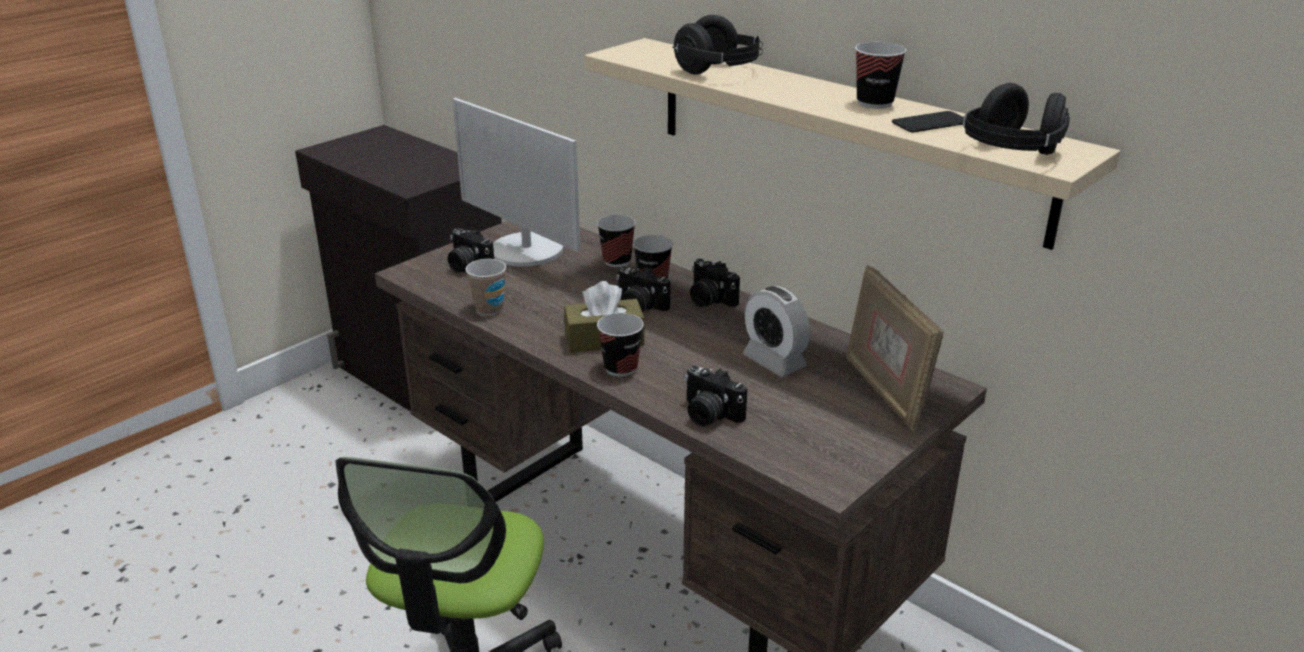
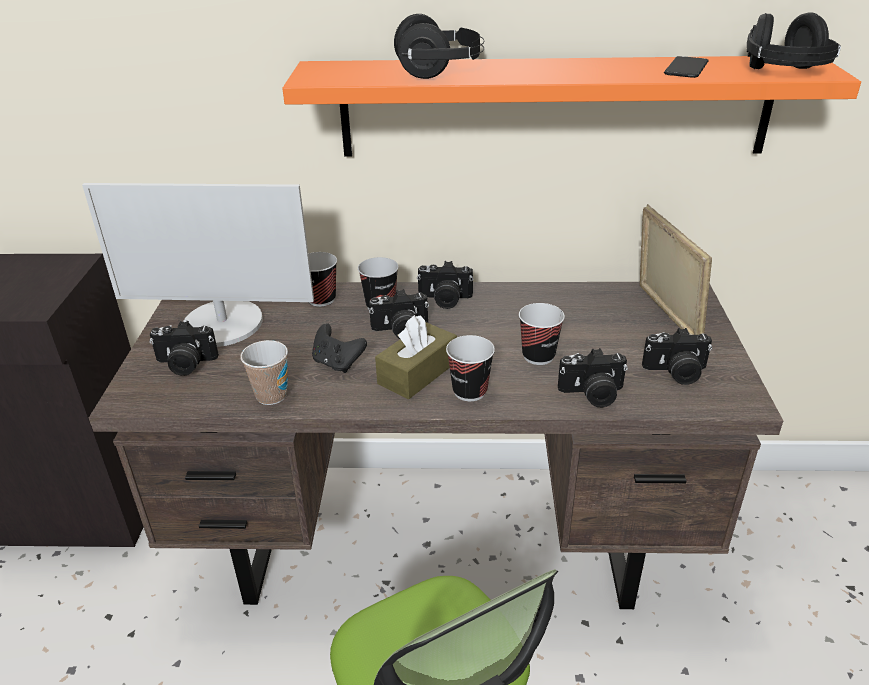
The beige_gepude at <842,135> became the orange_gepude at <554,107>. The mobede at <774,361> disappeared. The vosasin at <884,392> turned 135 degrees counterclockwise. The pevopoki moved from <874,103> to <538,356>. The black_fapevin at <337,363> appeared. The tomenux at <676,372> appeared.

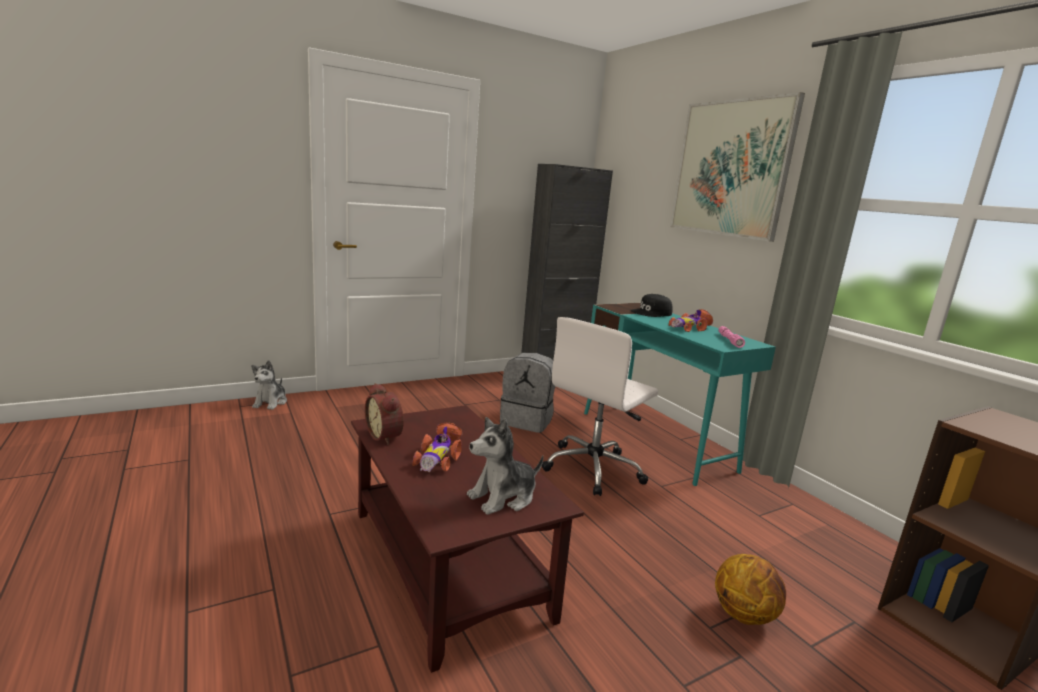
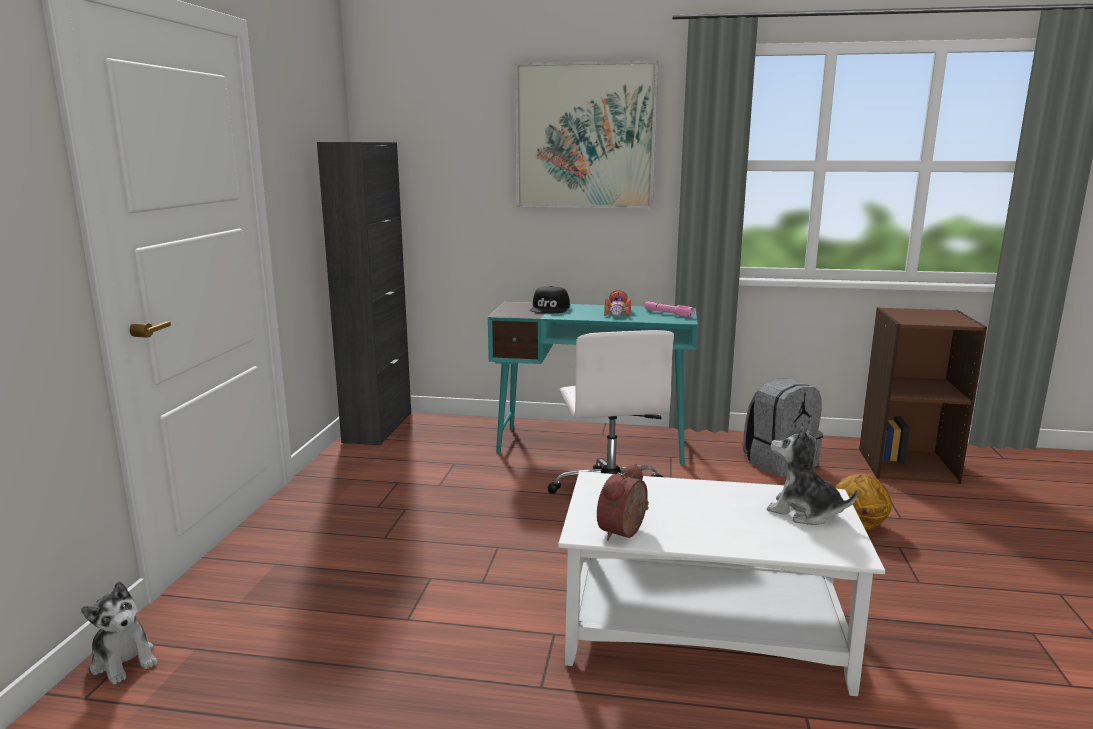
The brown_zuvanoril at <449,564> became the white_zuvanoril at <706,633>. The mobede at <386,436> turned 120 degrees clockwise. The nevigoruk at <438,458> disappeared. The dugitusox at <503,497> turned 120 degrees clockwise. The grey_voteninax moved from <527,421> to <779,462>.

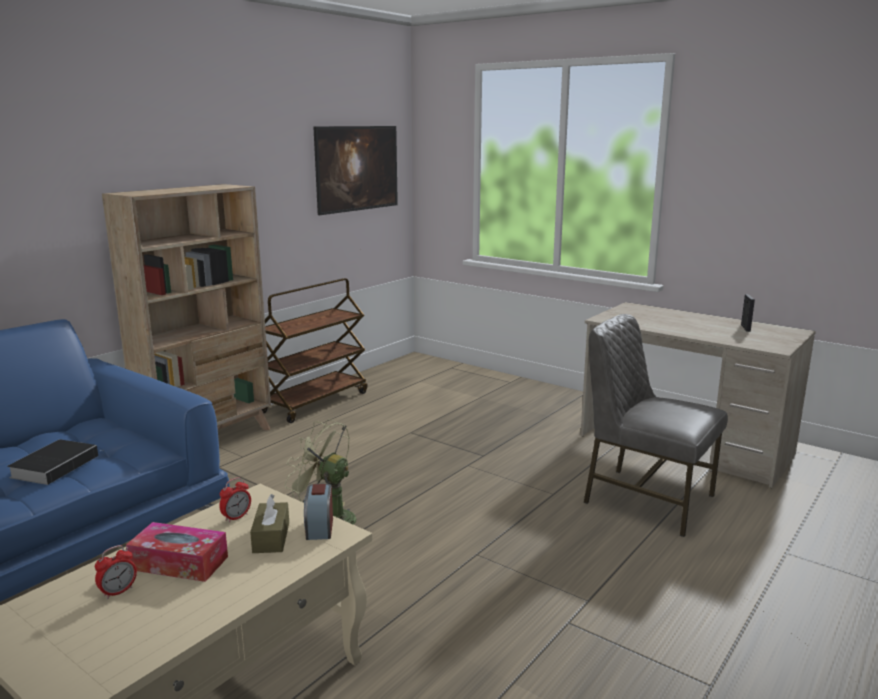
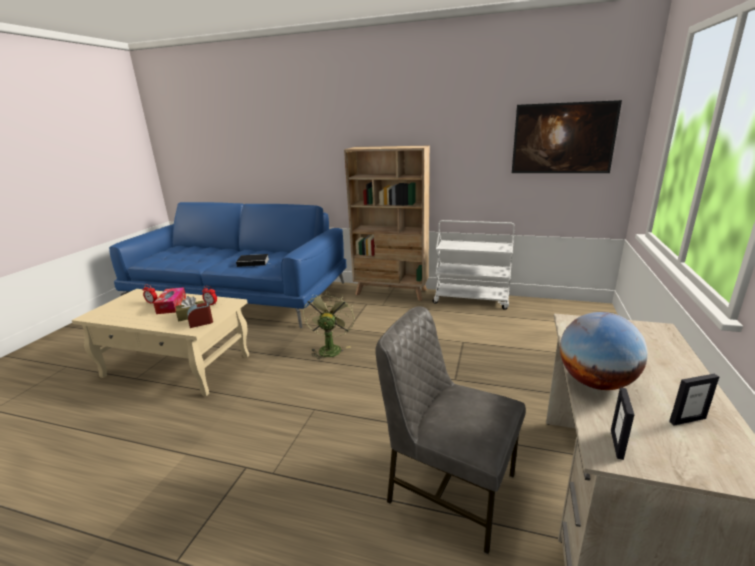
The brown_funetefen at <315,402> became the white_funetefen at <471,300>. The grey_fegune at <646,499> turned 75 degrees counterclockwise. The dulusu at <595,382> appeared. The vosasin at <617,444> appeared.

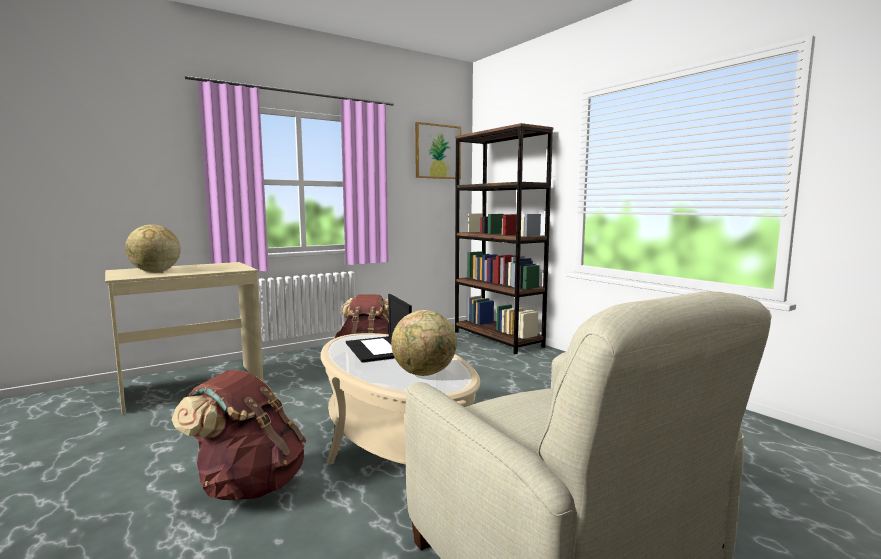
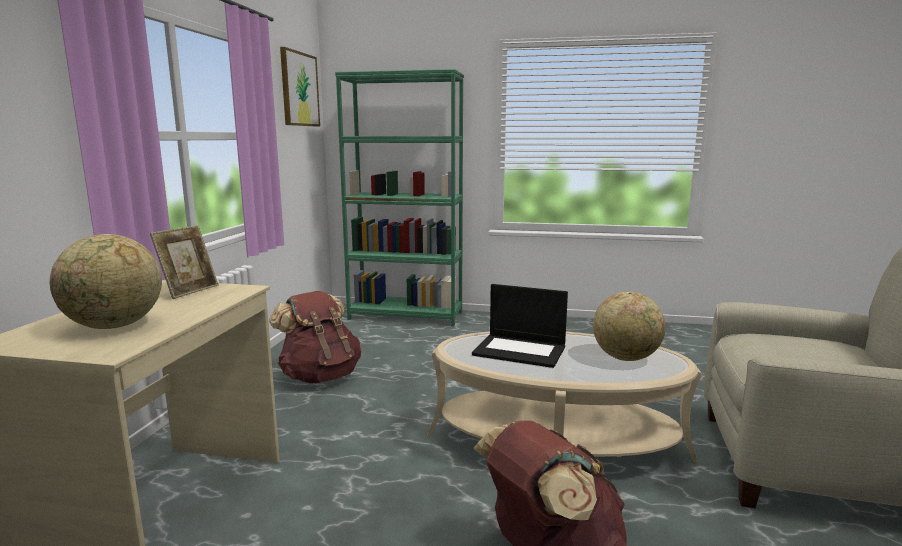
The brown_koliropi at <497,339> became the green_koliropi at <406,315>. The vosasin at <189,291> appeared.

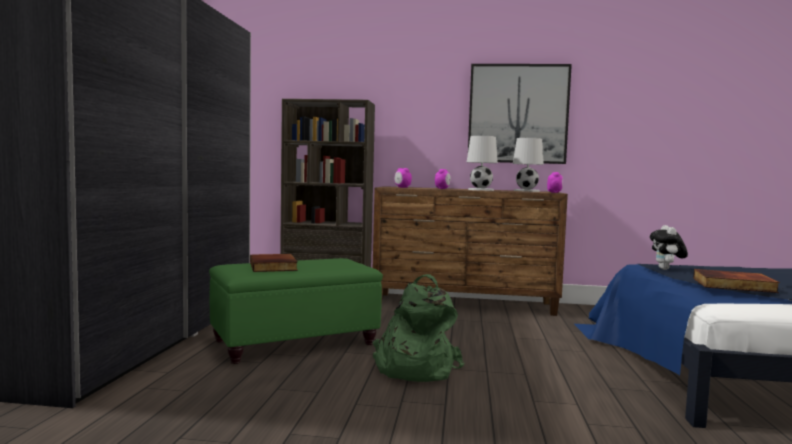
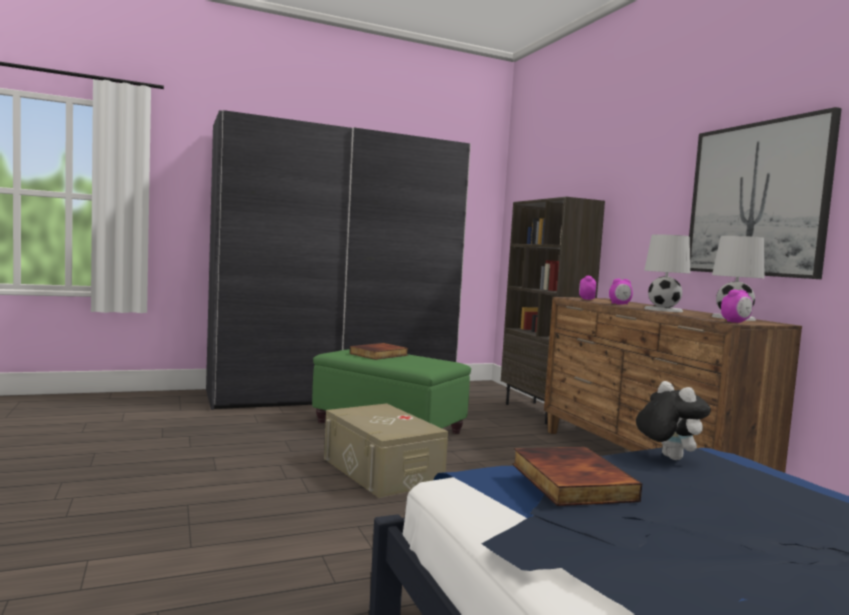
The green_voteninax at <413,368> was replaced by the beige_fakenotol at <382,471>. The dugitusox at <666,269> turned 90 degrees clockwise.

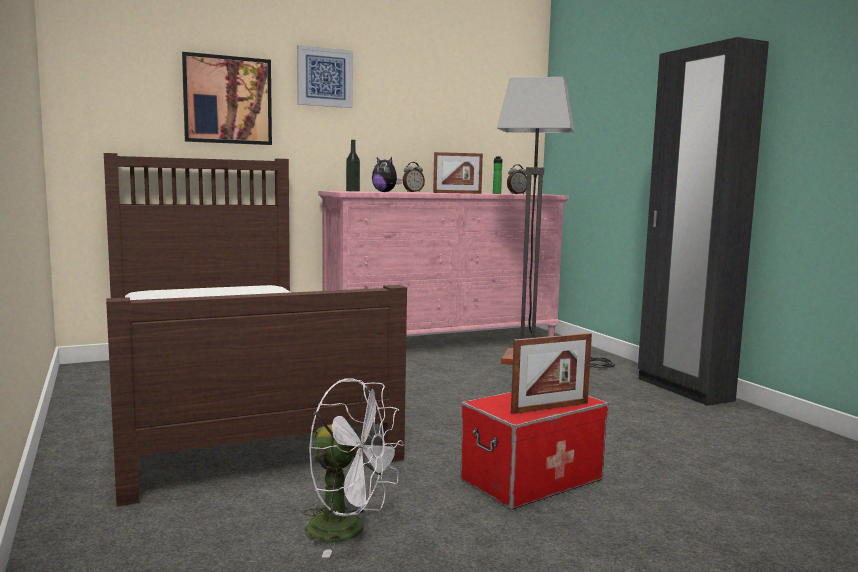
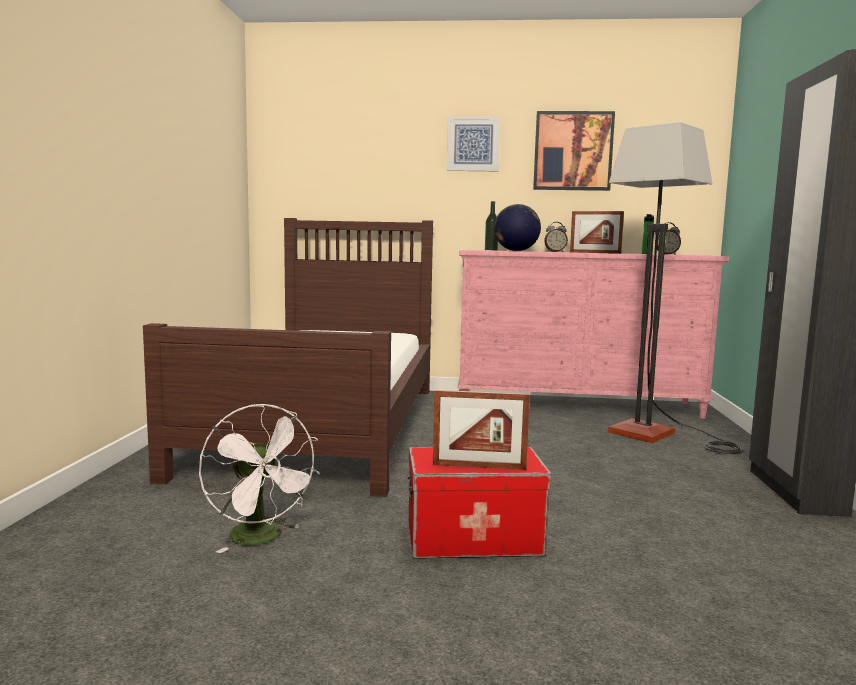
The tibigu moved from <227,100> to <573,151>. The dugitusox at <385,192> was replaced by the dulusu at <516,251>.

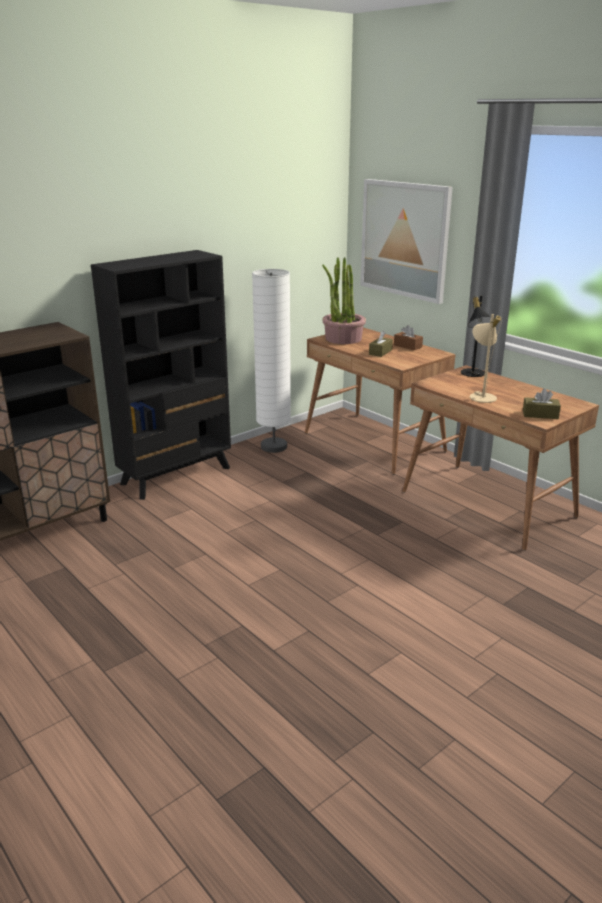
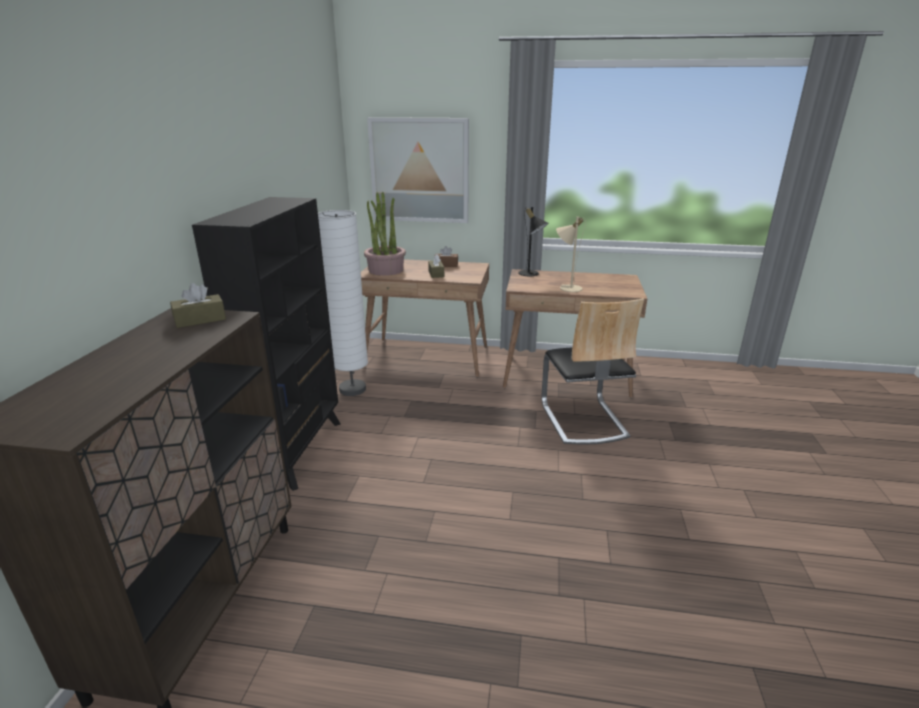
The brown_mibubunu moved from <540,414> to <200,320>. The fegune at <582,420> appeared.

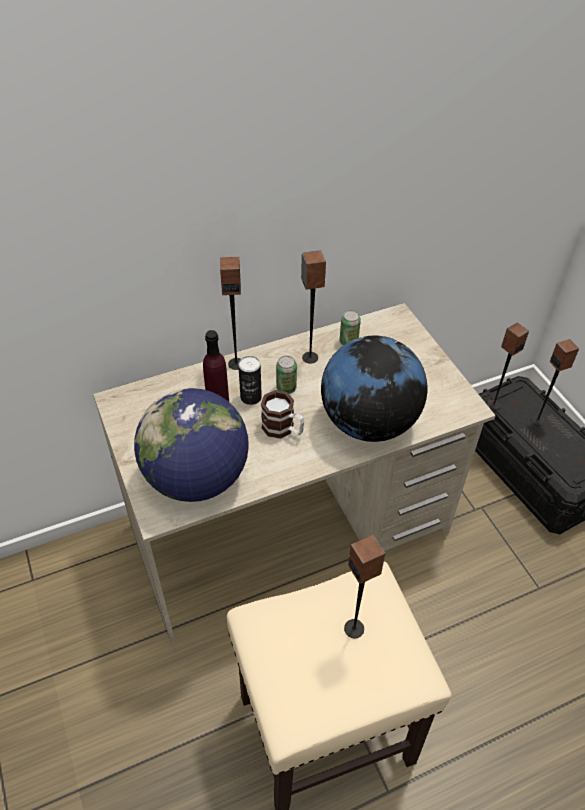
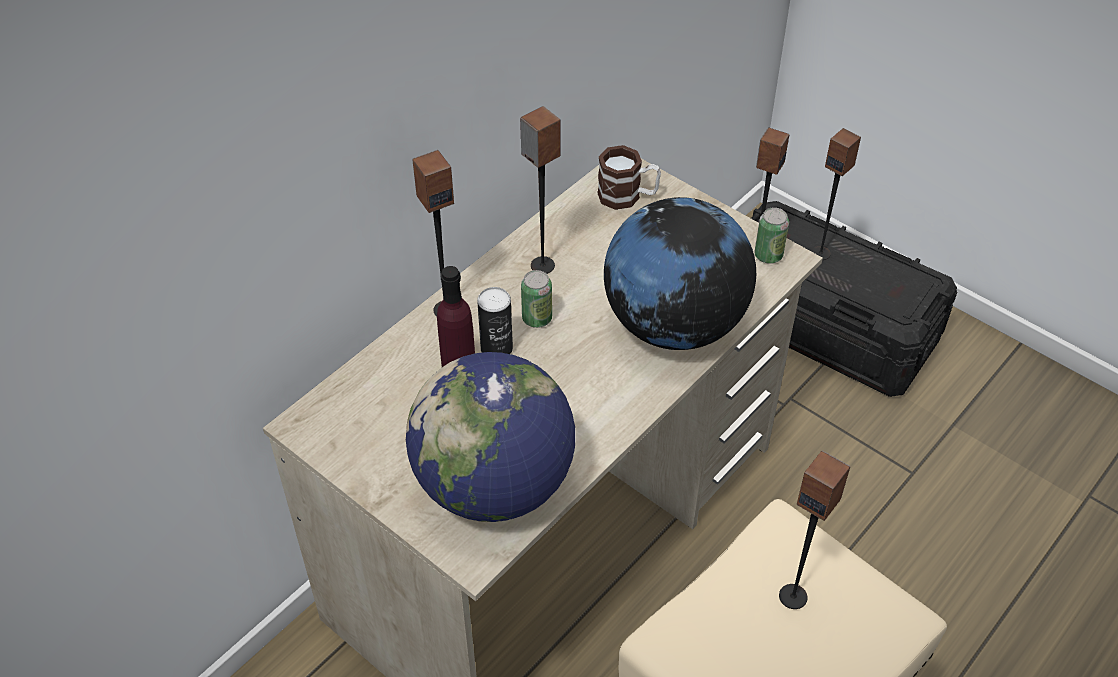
The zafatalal moved from <283,429> to <628,196>. The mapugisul moved from <348,342> to <768,255>.

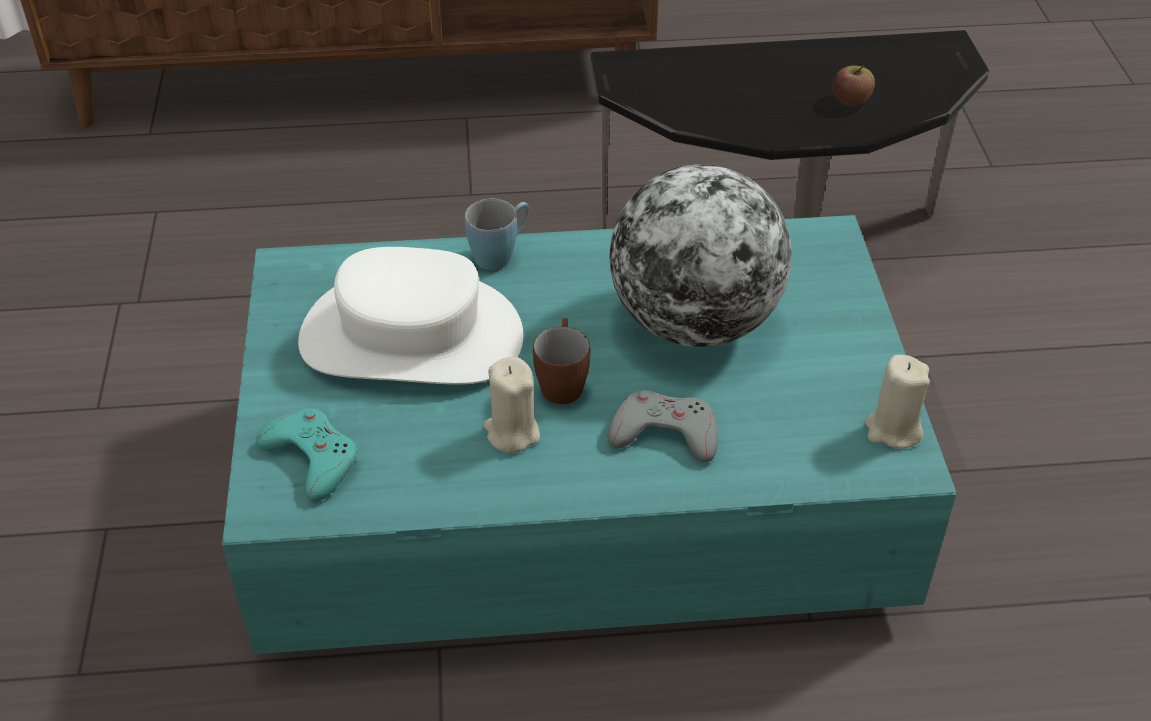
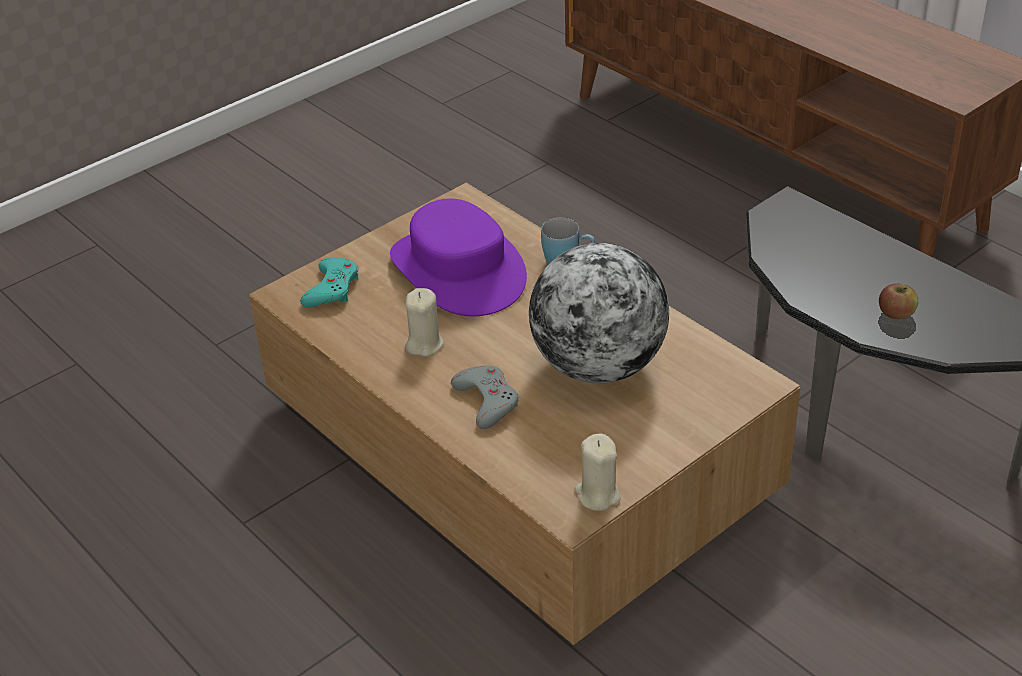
The turquoise_zuvanoril at <578,494> became the brown_zuvanoril at <517,450>. The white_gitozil at <412,337> became the purple_gitozil at <459,270>. The brown_zafatalal at <562,381> disappeared.

